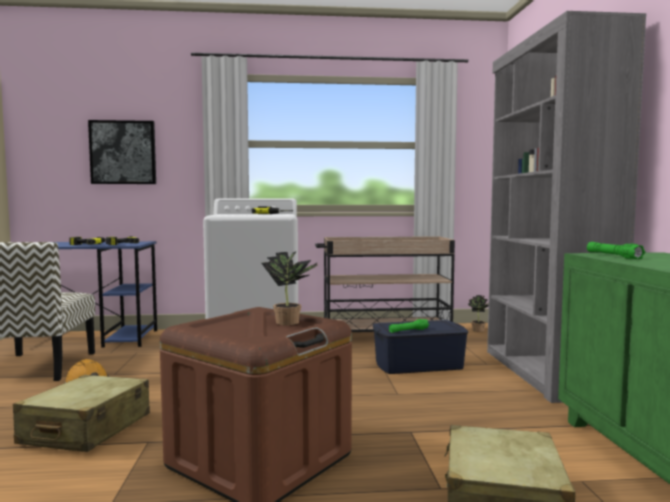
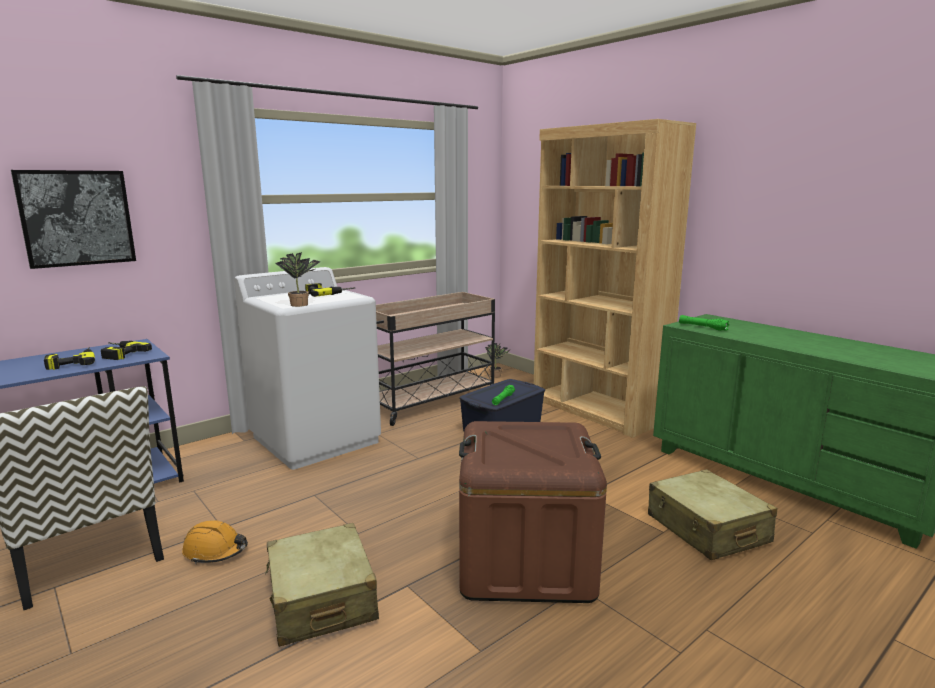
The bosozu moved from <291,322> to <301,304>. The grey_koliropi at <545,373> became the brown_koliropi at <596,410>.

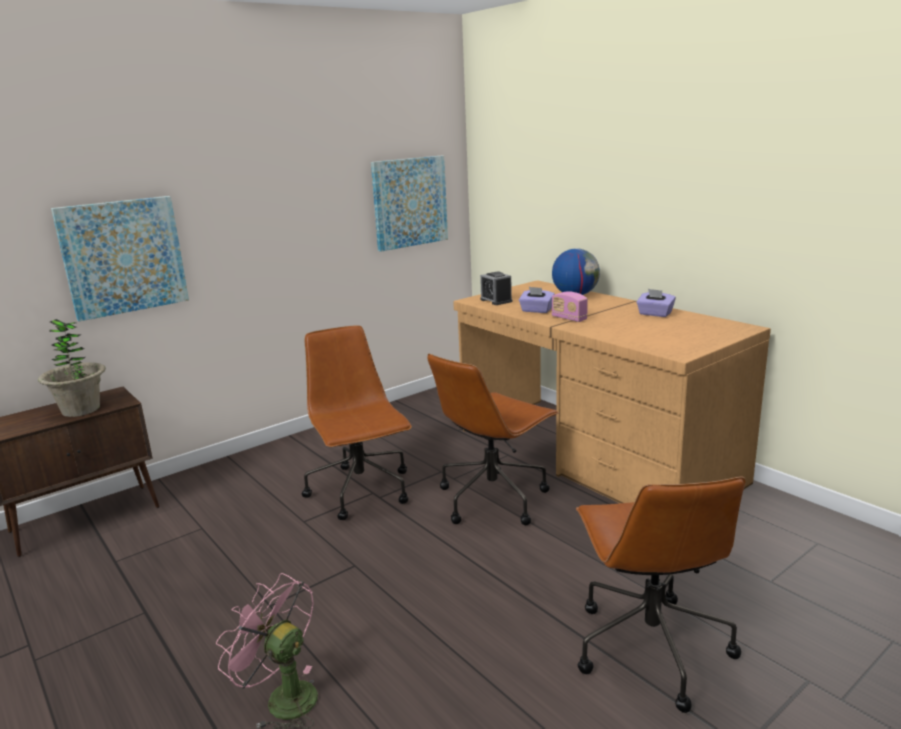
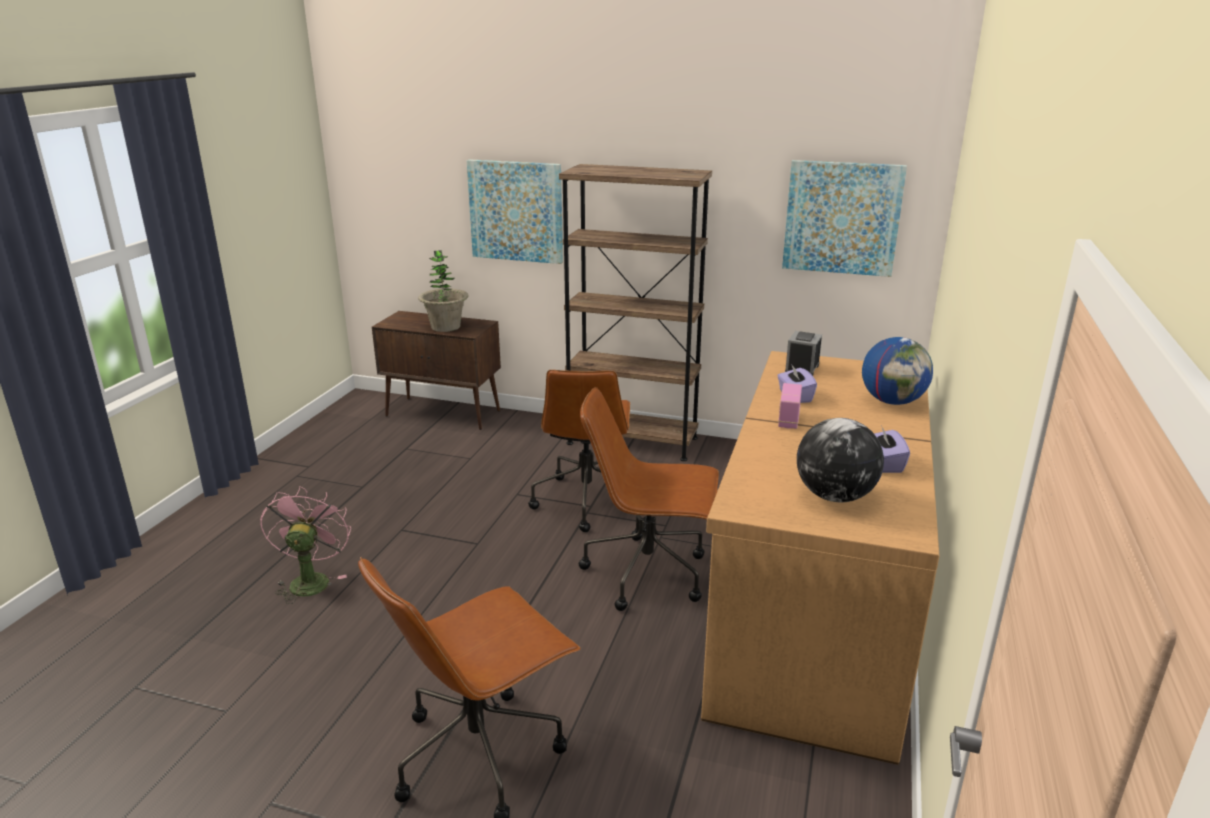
The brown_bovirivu at <361,492> turned 150 degrees clockwise. The brown_koliropi at <632,440> appeared. The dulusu at <834,496> appeared.

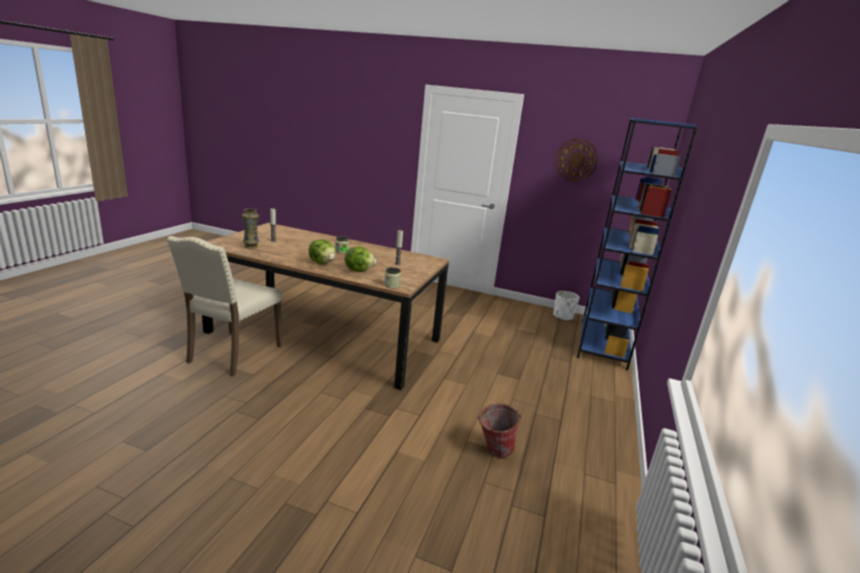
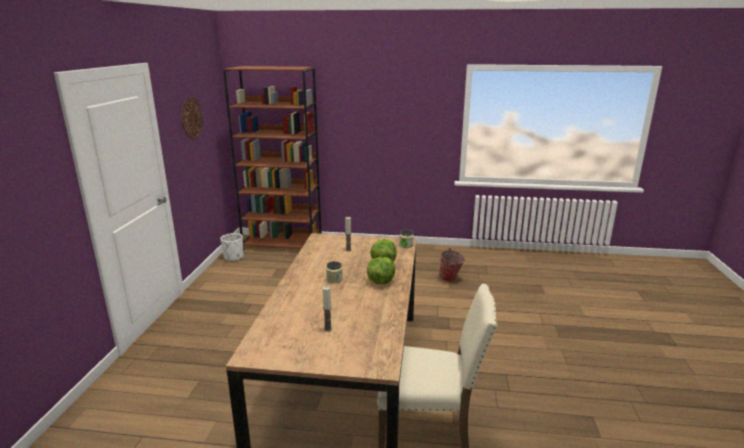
The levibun at <251,246> disappeared. The blue_koliropi at <603,344> became the brown_koliropi at <283,244>.

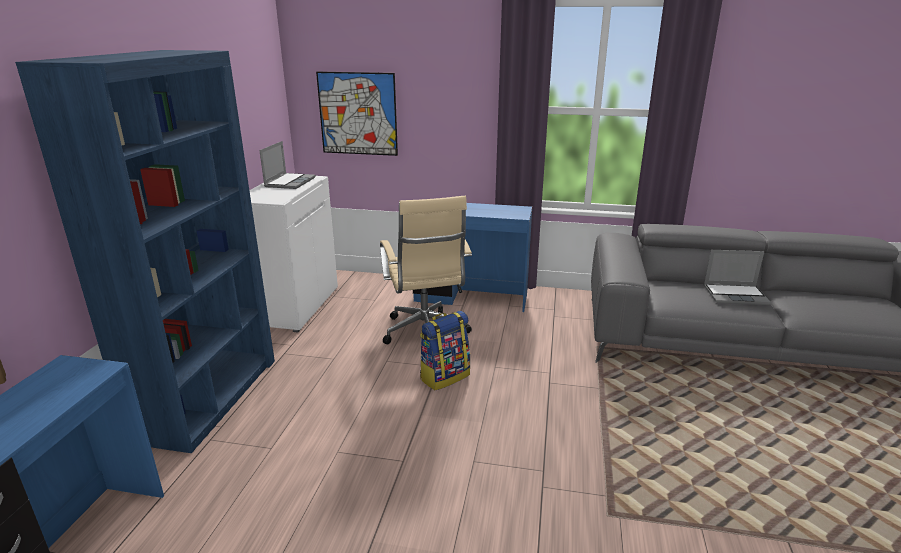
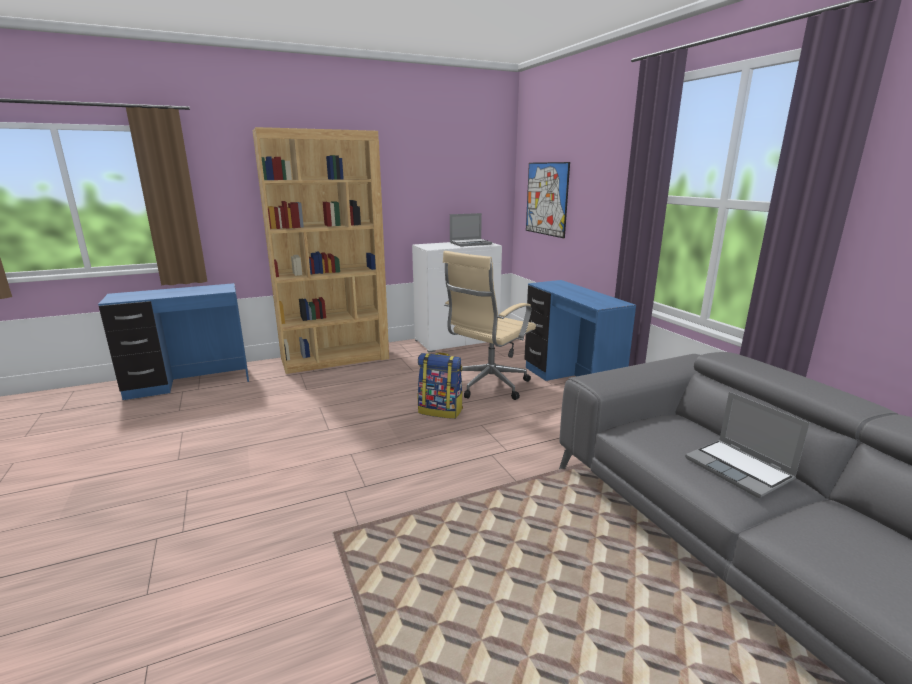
The blue_koliropi at <209,397> became the brown_koliropi at <335,358>.

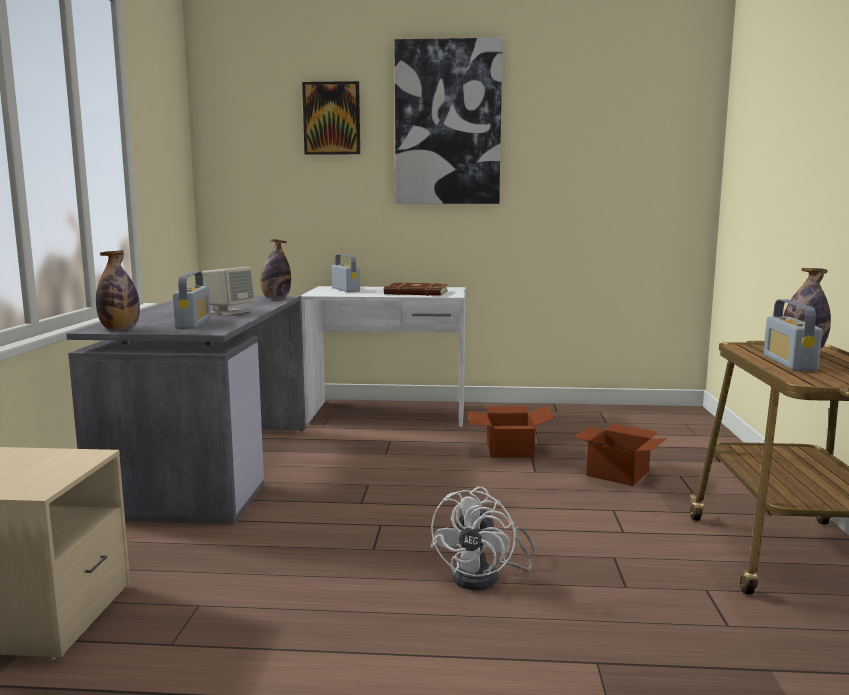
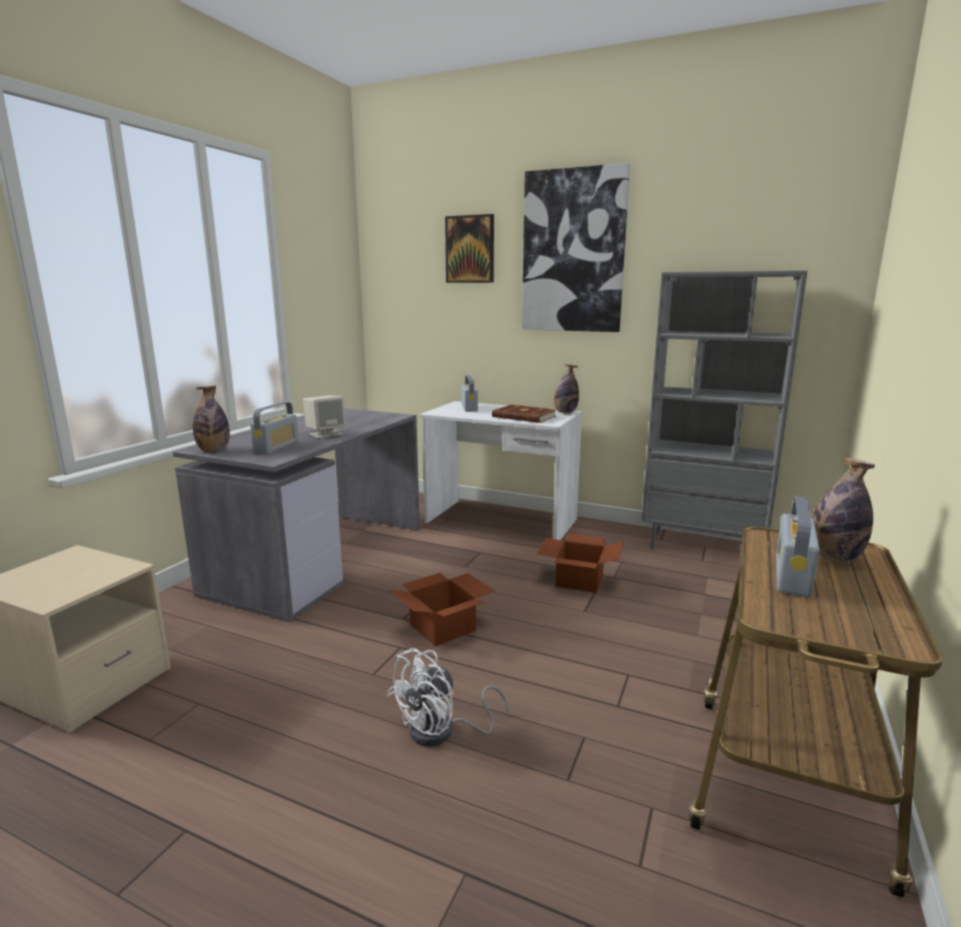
The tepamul moved from <276,298> to <565,412>. The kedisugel moved from <619,473> to <444,627>. The grey_koliropi at <702,547> appeared.

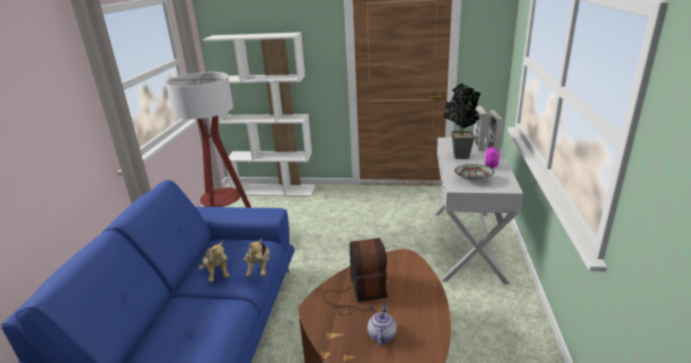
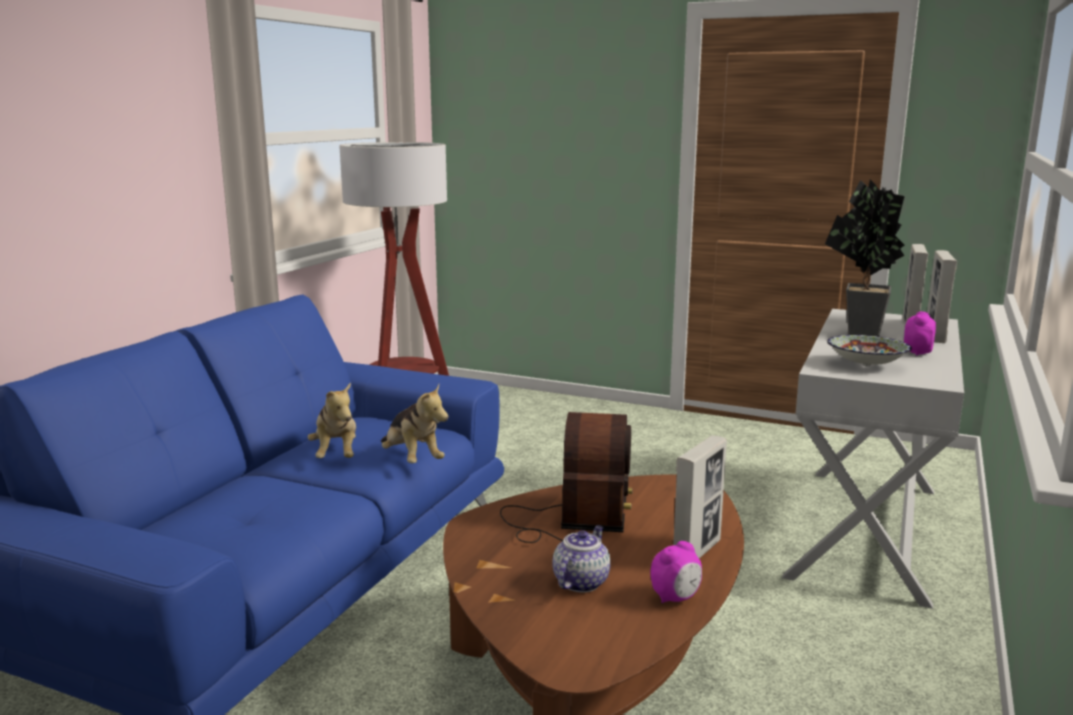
The white_koliropi at <274,190> disappeared. The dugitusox at <259,268> turned 45 degrees counterclockwise. The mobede at <675,598> appeared. The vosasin at <696,552> appeared.

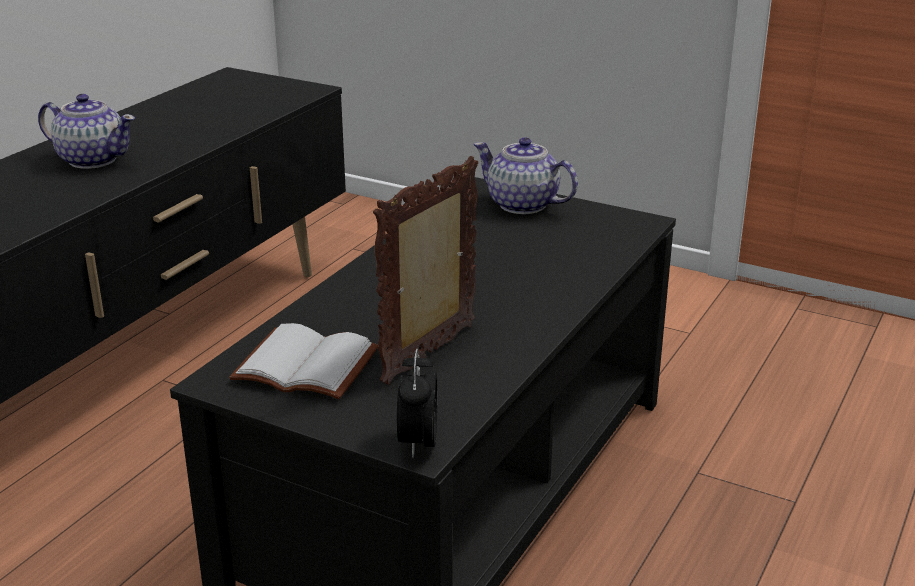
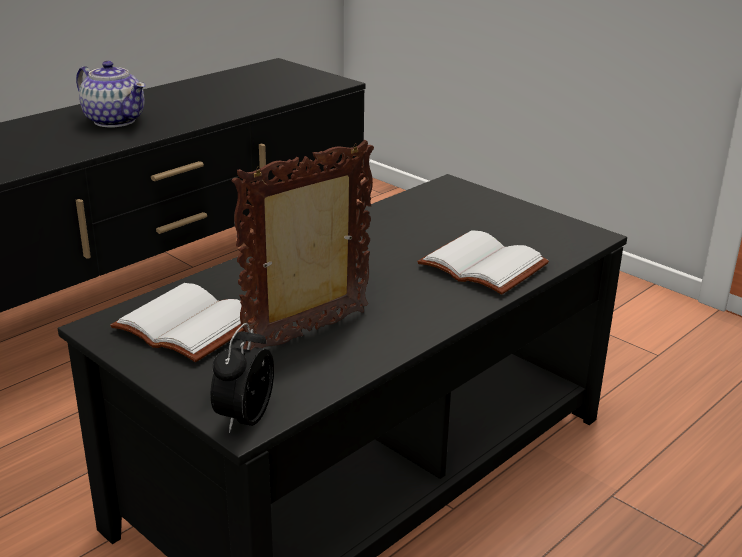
The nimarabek at <523,205> disappeared. The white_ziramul at <486,265> appeared.

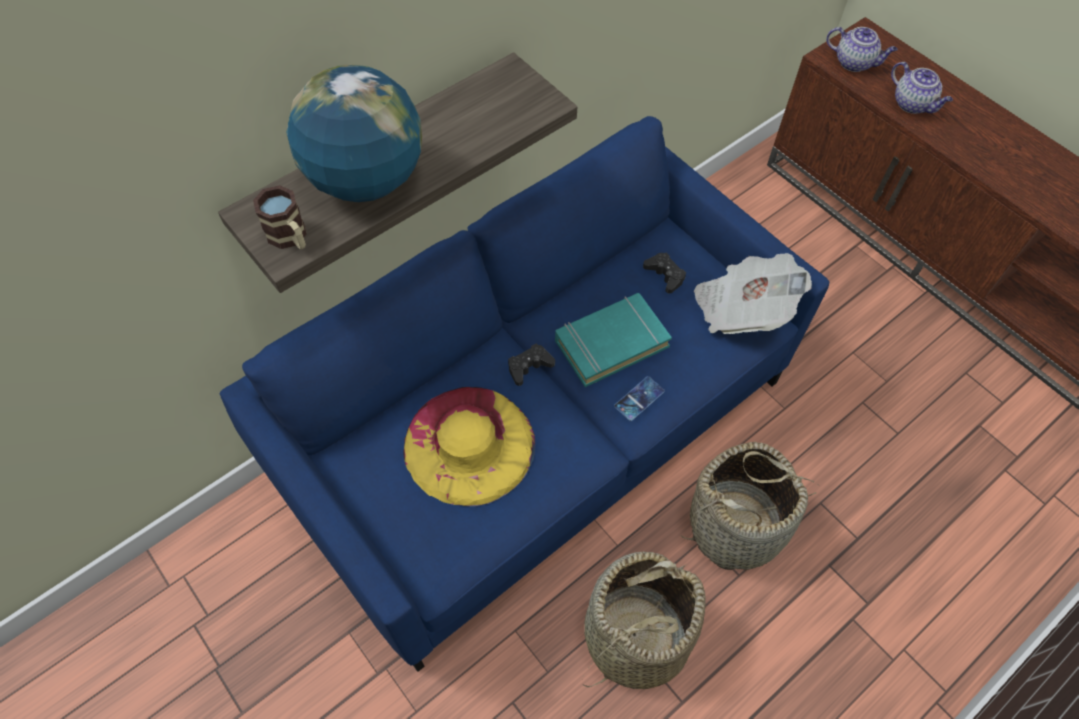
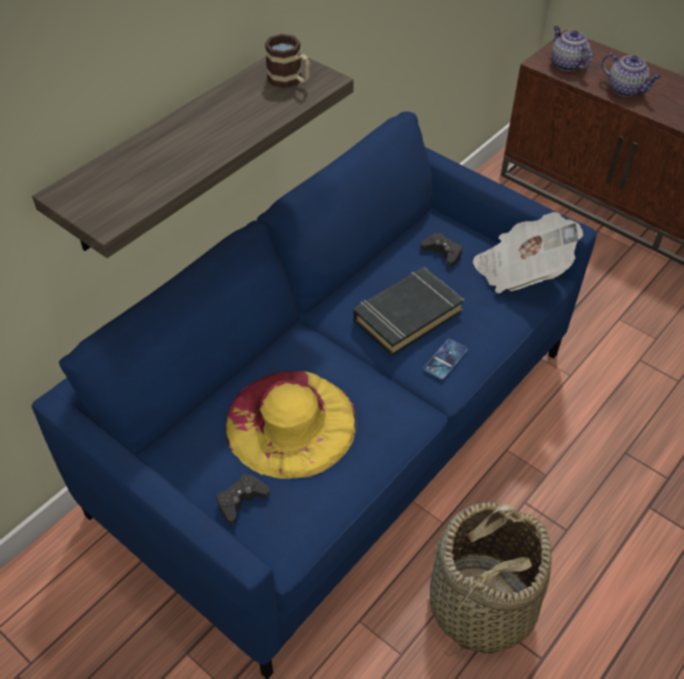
The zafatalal moved from <291,238> to <290,81>. The dulusu at <366,180> disappeared. The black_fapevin moved from <529,367> to <241,501>. The turquoise_ziramul at <611,343> became the black_ziramul at <407,316>. The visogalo at <736,526> disappeared. The nimarabek at <854,63> turned 135 degrees counterclockwise.

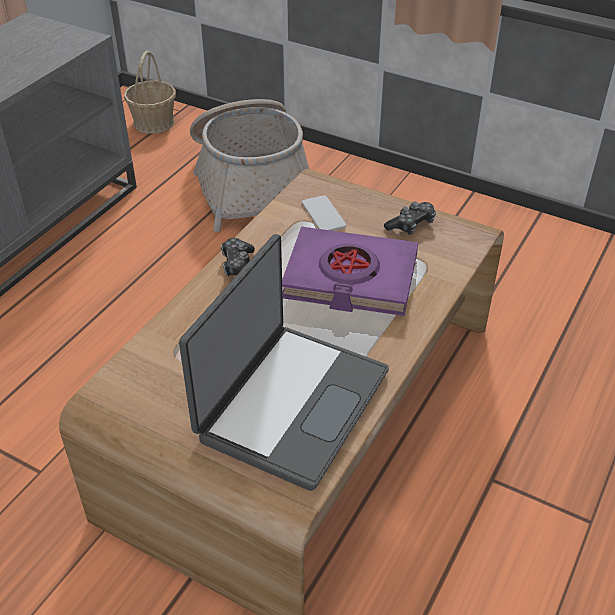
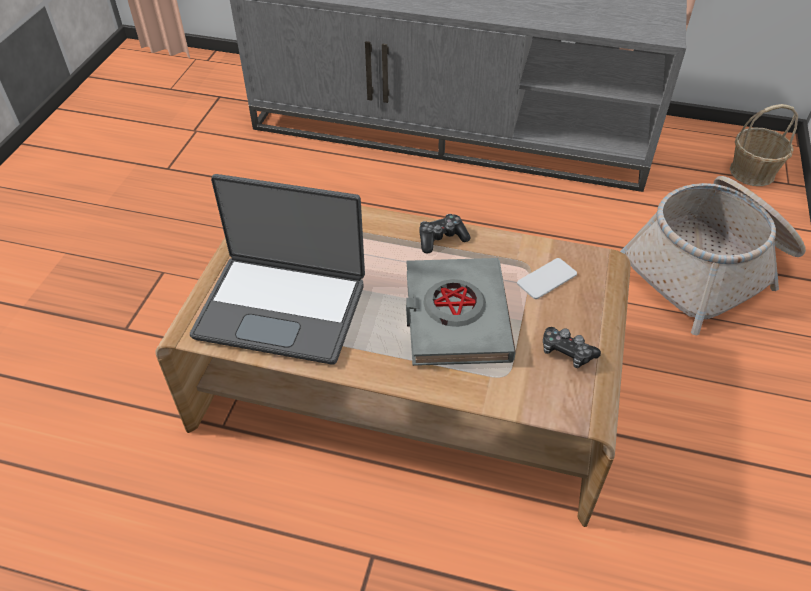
The purple_ziramul at <350,278> became the grey_ziramul at <456,317>.

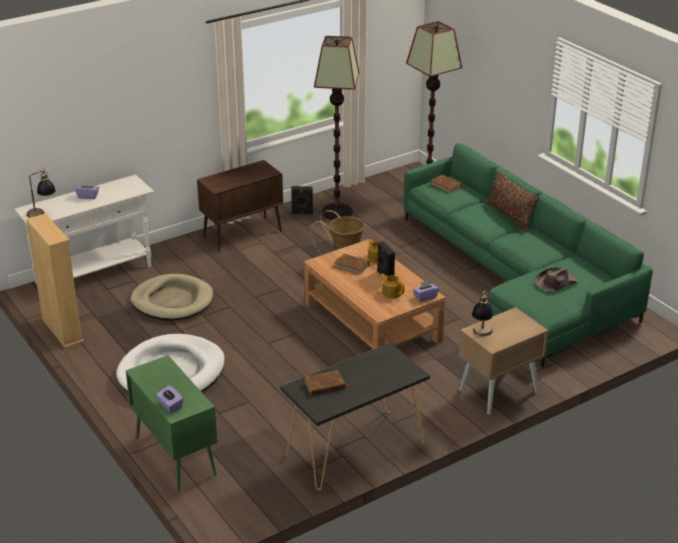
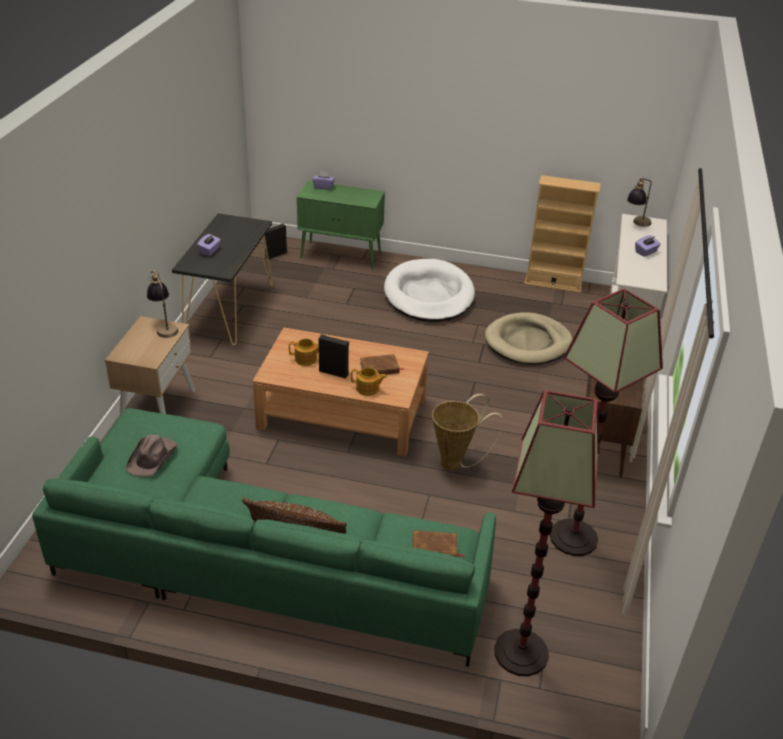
The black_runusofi moved from <302,213> to <275,254>. The brown_ziramul at <325,385> disappeared. The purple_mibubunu moved from <425,297> to <209,251>.

